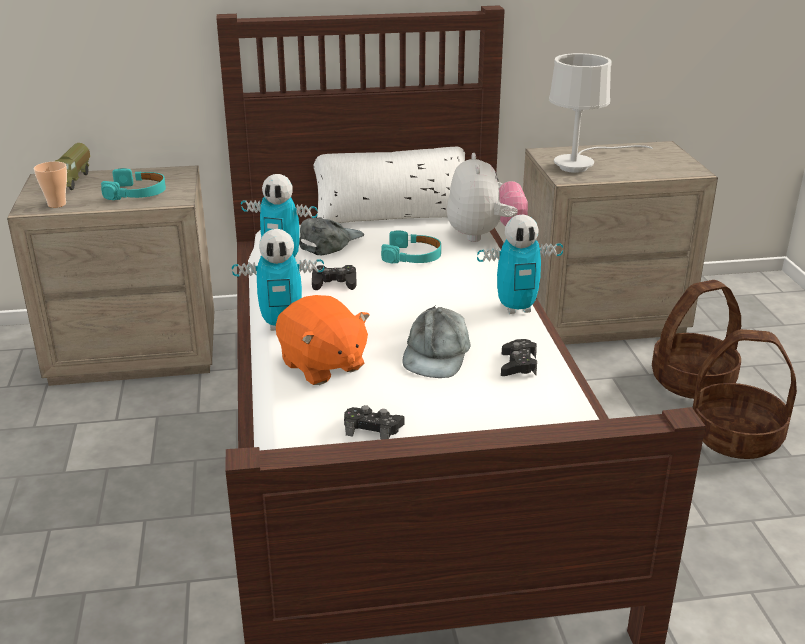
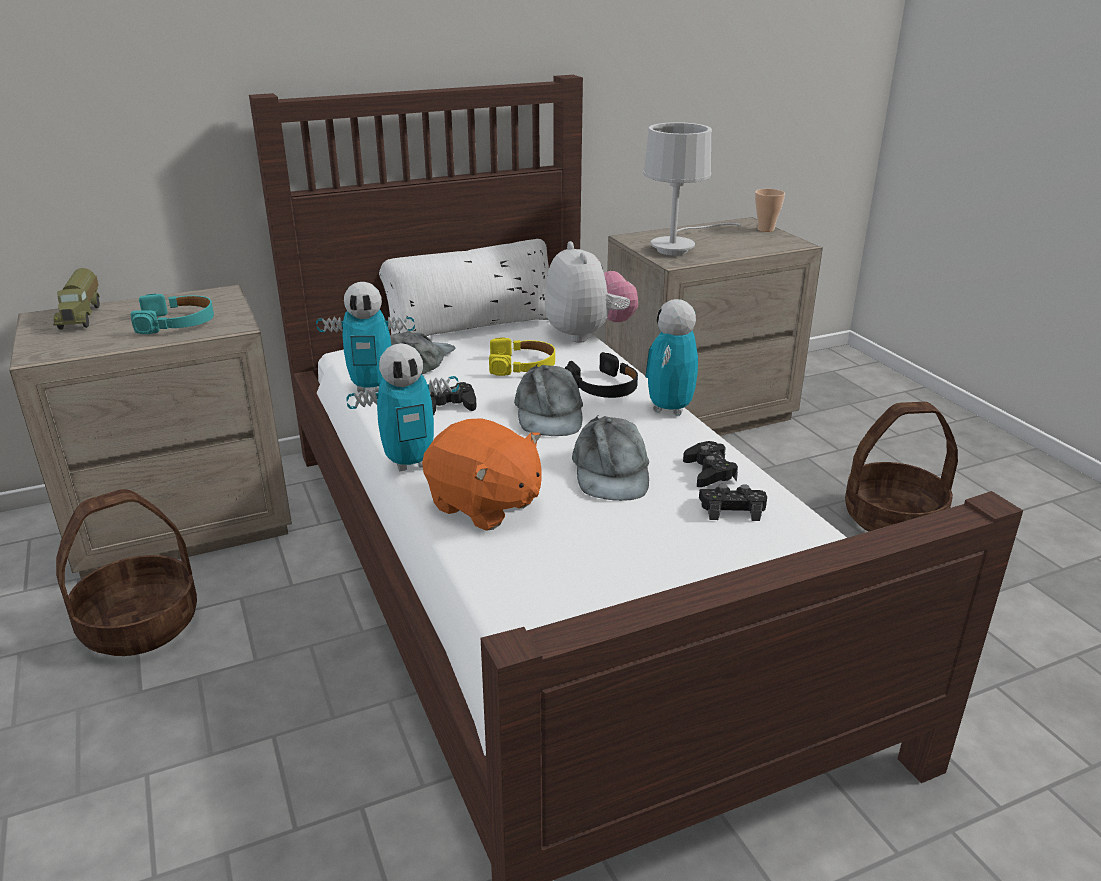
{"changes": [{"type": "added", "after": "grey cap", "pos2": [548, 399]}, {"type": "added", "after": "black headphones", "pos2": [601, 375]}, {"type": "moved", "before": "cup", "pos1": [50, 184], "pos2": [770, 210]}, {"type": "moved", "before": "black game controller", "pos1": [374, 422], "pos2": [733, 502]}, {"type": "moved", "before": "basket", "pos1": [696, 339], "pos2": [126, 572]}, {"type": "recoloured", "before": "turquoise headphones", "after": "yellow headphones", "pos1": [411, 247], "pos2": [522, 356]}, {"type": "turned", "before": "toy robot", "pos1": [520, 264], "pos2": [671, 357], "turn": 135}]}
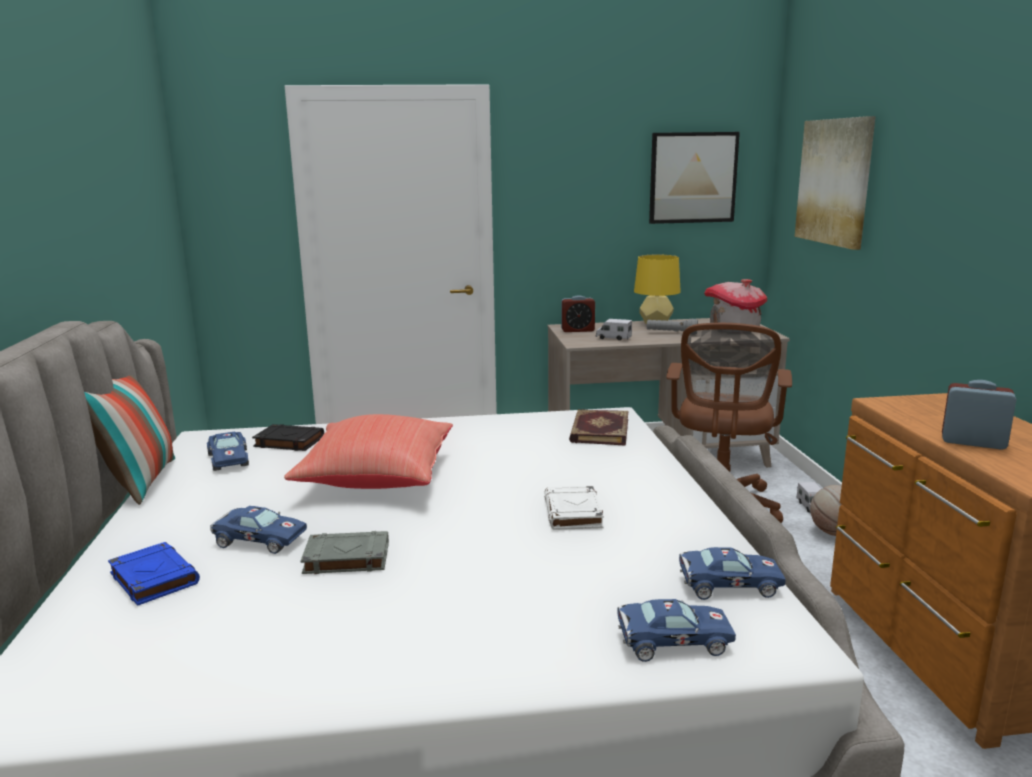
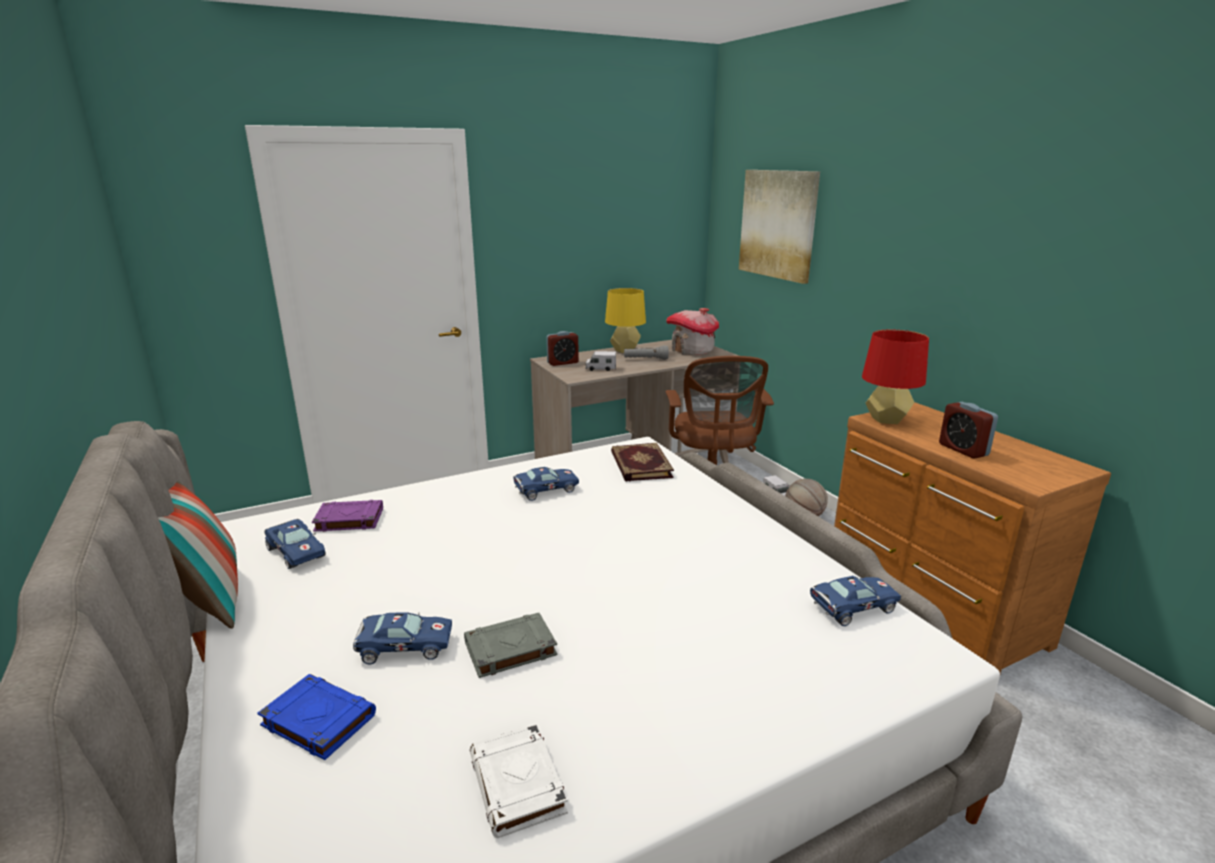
{"changes": [{"type": "removed", "before": "red pillow", "pos1": [368, 451]}, {"type": "removed", "before": "picture", "pos1": [694, 178]}, {"type": "added", "after": "red table lamp", "pos2": [895, 376]}, {"type": "moved", "before": "white book", "pos1": [574, 508], "pos2": [519, 781]}, {"type": "moved", "before": "blue toy car", "pos1": [676, 630], "pos2": [546, 484]}, {"type": "recoloured", "before": "black book", "after": "purple book", "pos1": [288, 437], "pos2": [347, 516]}, {"type": "turned", "before": "alarm clock", "pos1": [979, 415], "pos2": [968, 430], "turn": -120}]}
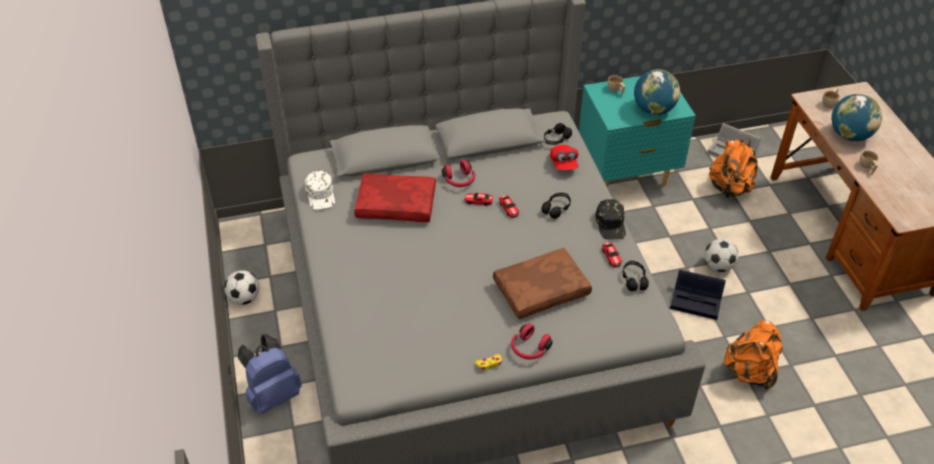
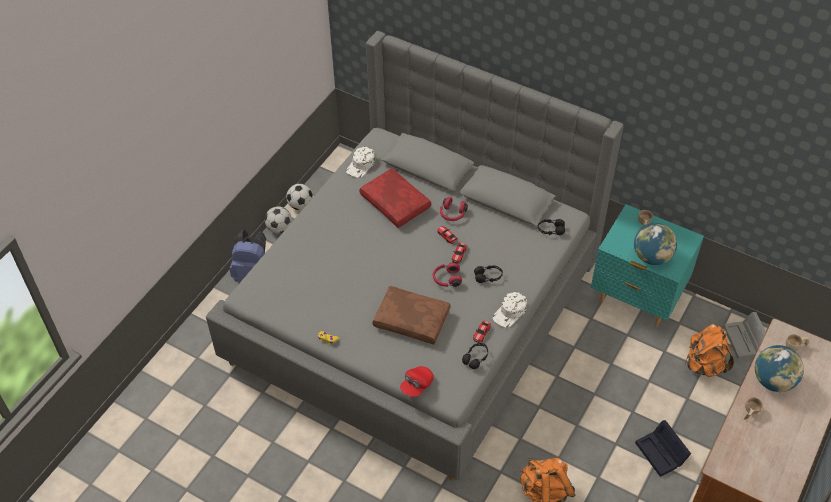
{"changes": [{"type": "moved", "before": "red headphones", "pos1": [532, 341], "pos2": [447, 274]}, {"type": "moved", "before": "red cap", "pos1": [564, 157], "pos2": [417, 381]}, {"type": "moved", "before": "black storage box", "pos1": [698, 295], "pos2": [663, 448]}, {"type": "moved", "before": "football", "pos1": [721, 255], "pos2": [278, 220]}, {"type": "recoloured", "before": "black cap", "after": "white cap", "pos1": [610, 219], "pos2": [510, 309]}]}
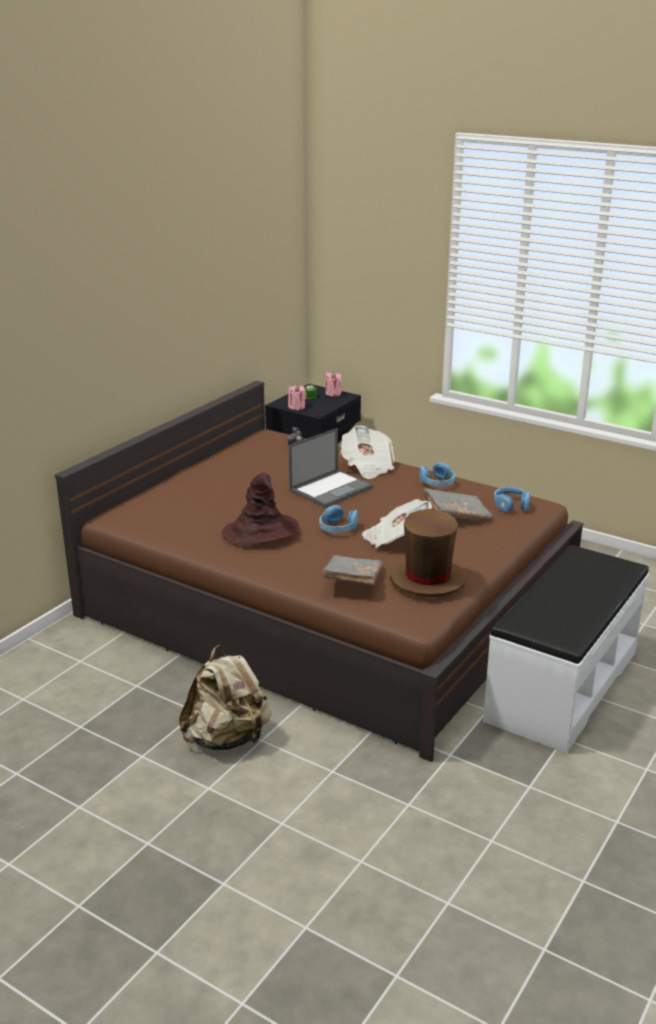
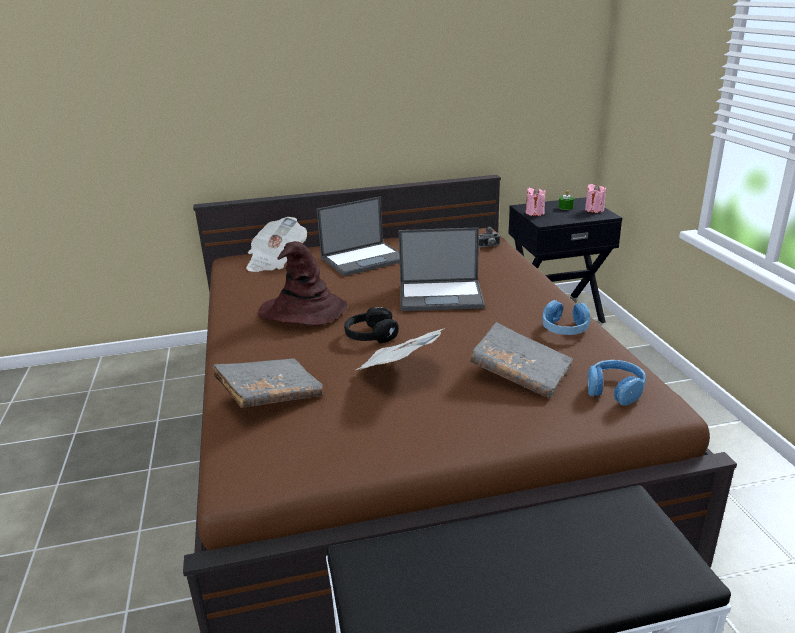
{"changes": [{"type": "removed", "before": "beige backpack", "pos1": [225, 697]}, {"type": "removed", "before": "brown hat", "pos1": [428, 553]}, {"type": "added", "after": "laptop", "pos2": [358, 236]}, {"type": "moved", "before": "newspaper", "pos1": [368, 452], "pos2": [276, 244]}, {"type": "recoloured", "before": "blue headphones", "after": "black headphones", "pos1": [338, 519], "pos2": [371, 325]}]}
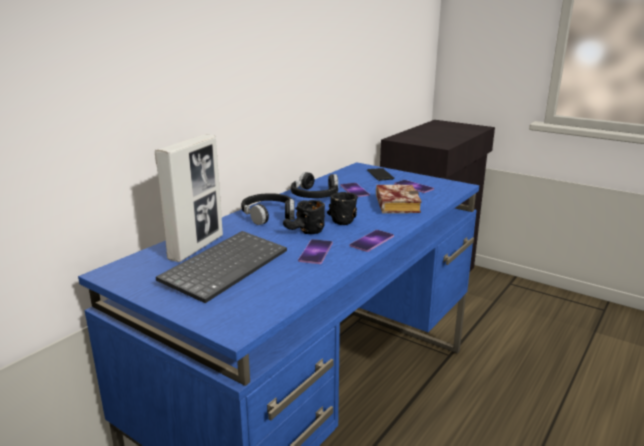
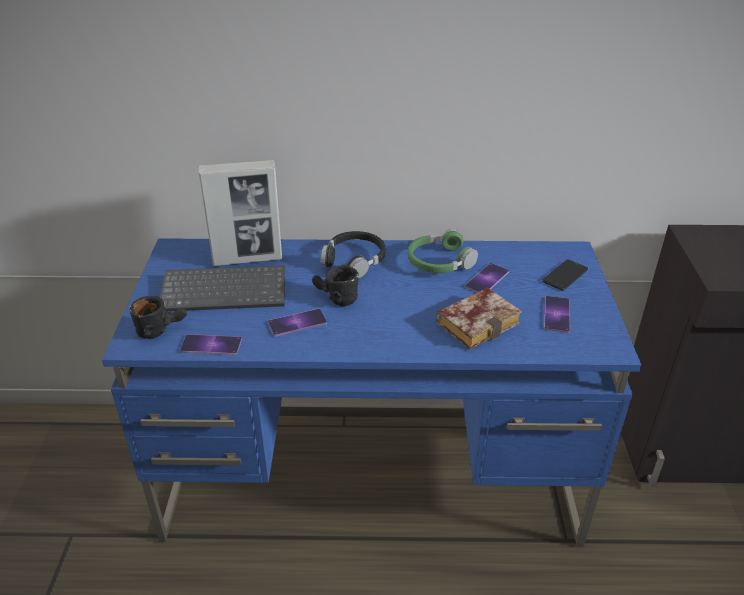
{"changes": [{"type": "moved", "before": "black mug", "pos1": [342, 208], "pos2": [158, 317]}, {"type": "moved", "before": "phone", "pos1": [371, 241], "pos2": [211, 344]}, {"type": "recoloured", "before": "black headphones", "after": "green headphones", "pos1": [314, 185], "pos2": [443, 251]}]}
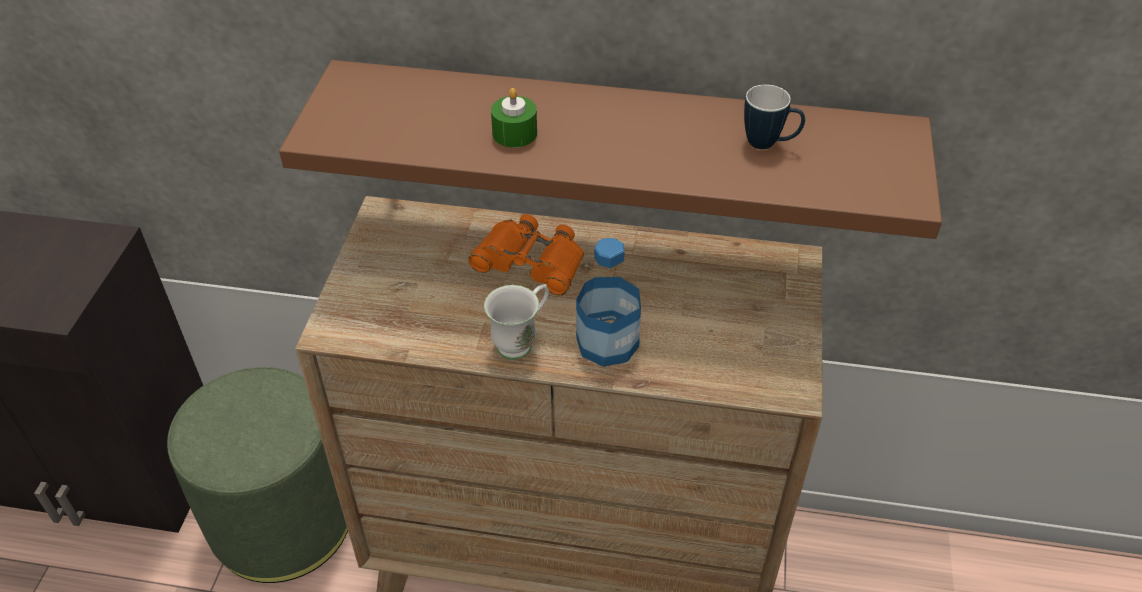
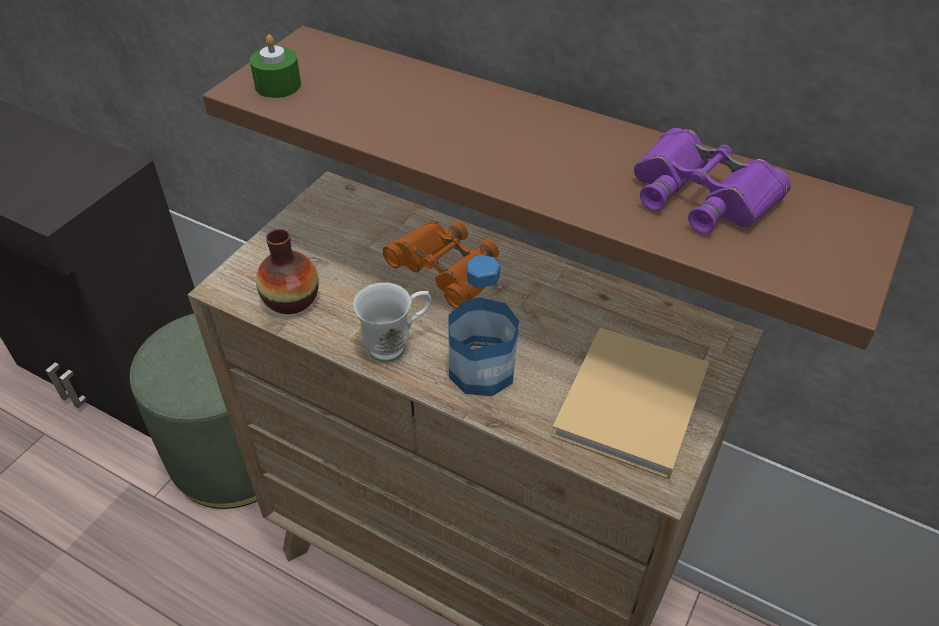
{"changes": [{"type": "added", "after": "vase", "pos2": [287, 271]}, {"type": "added", "after": "beige book", "pos2": [630, 403]}, {"type": "moved", "before": "green candle", "pos1": [514, 118], "pos2": [275, 66]}, {"type": "replaced", "before": "mug", "after": "purple binoculars", "pos1": [774, 117], "pos2": [712, 181]}]}
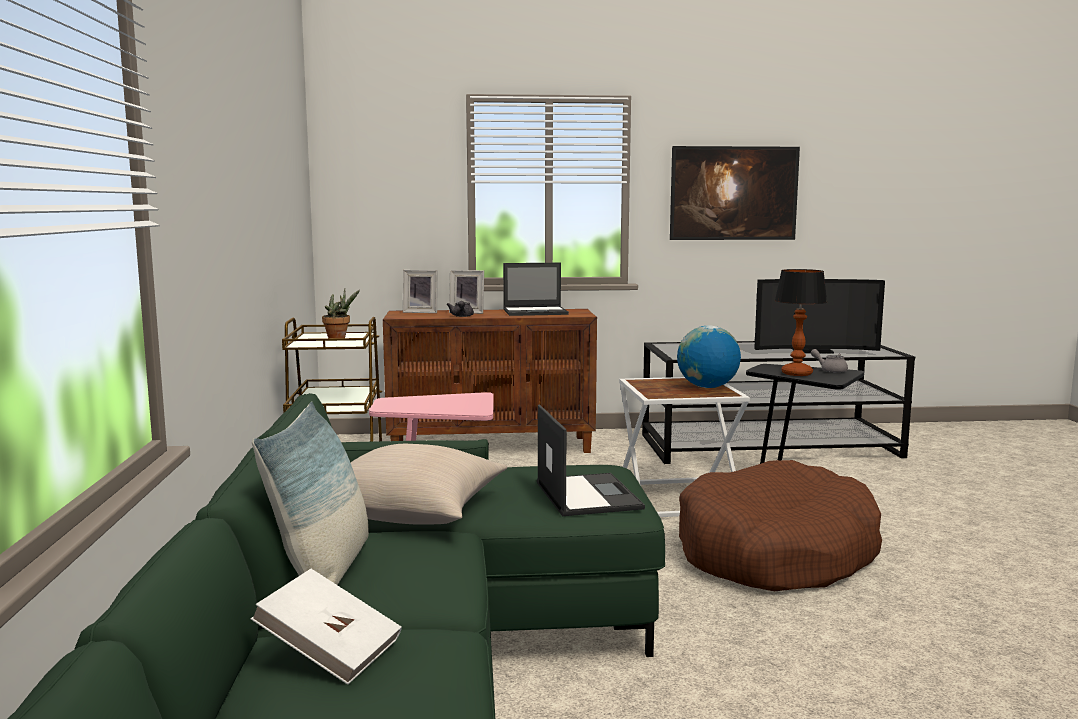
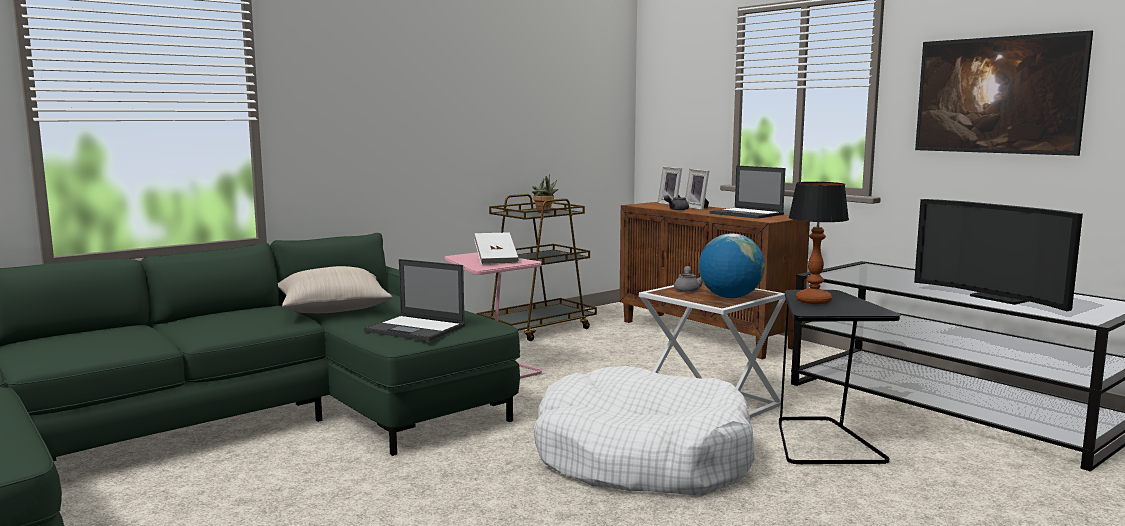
{"changes": [{"type": "removed", "before": "pillow", "pos1": [310, 493]}, {"type": "moved", "before": "white book", "pos1": [326, 627], "pos2": [496, 248]}, {"type": "moved", "before": "grey teapot", "pos1": [829, 361], "pos2": [688, 279]}, {"type": "recoloured", "before": "brown dog bed", "after": "white dog bed", "pos1": [780, 525], "pos2": [643, 431]}, {"type": "turned", "before": "laptop", "pos1": [591, 460], "pos2": [414, 300], "turn": 75}]}
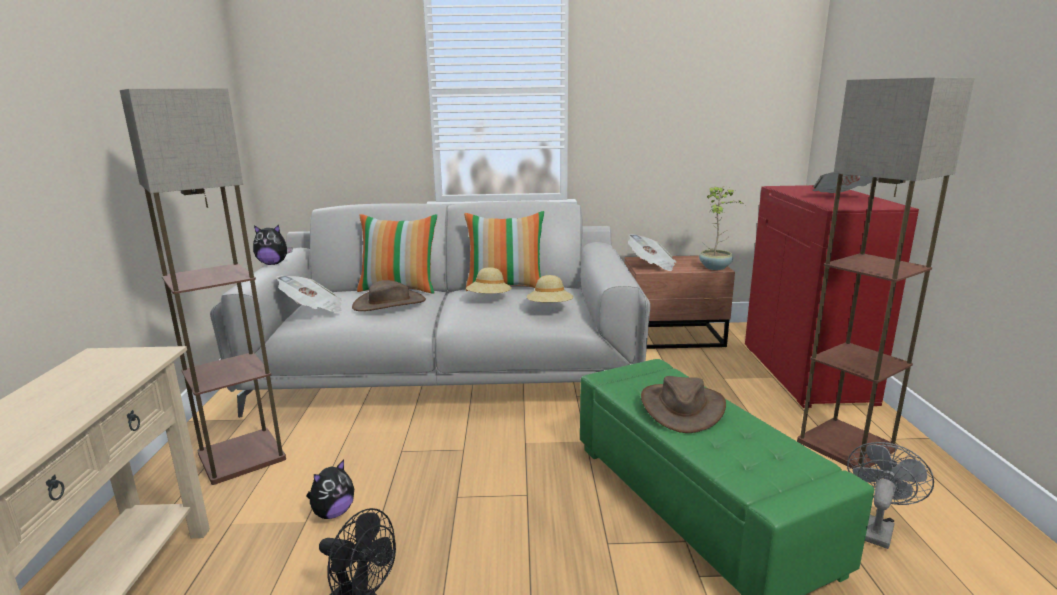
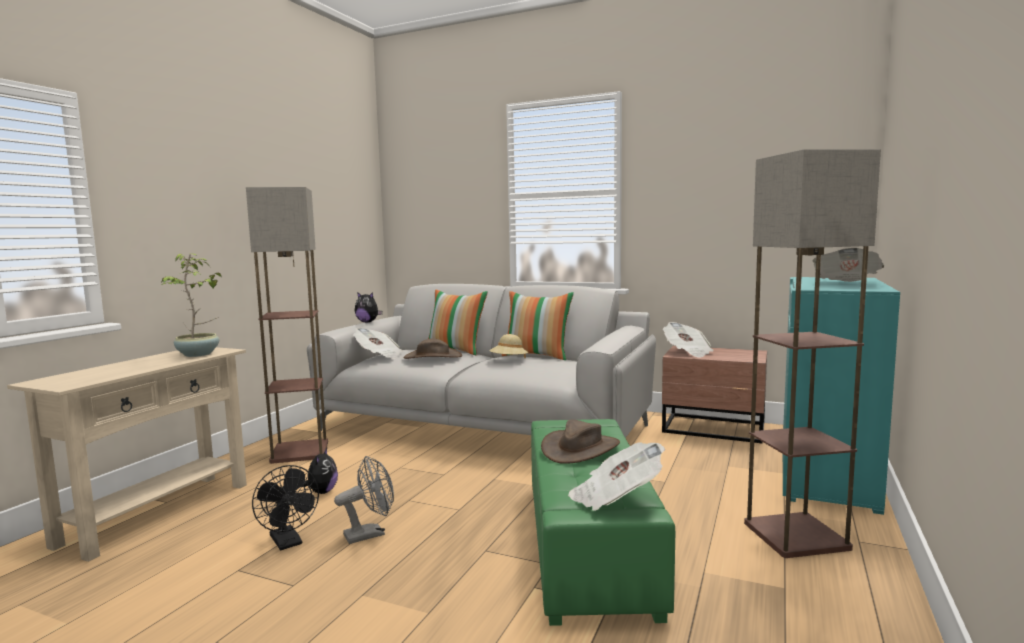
{"changes": [{"type": "removed", "before": "beige hat", "pos1": [549, 288]}, {"type": "added", "after": "newspaper", "pos2": [616, 476]}, {"type": "moved", "before": "potted plant", "pos1": [722, 228], "pos2": [191, 305]}, {"type": "moved", "before": "grey fan", "pos1": [890, 495], "pos2": [364, 500]}, {"type": "recoloured", "before": "red cabinet", "after": "turquoise cabinet", "pos1": [832, 296], "pos2": [841, 396]}, {"type": "turned", "before": "plush toy", "pos1": [330, 489], "pos2": [319, 471], "turn": -60}]}
